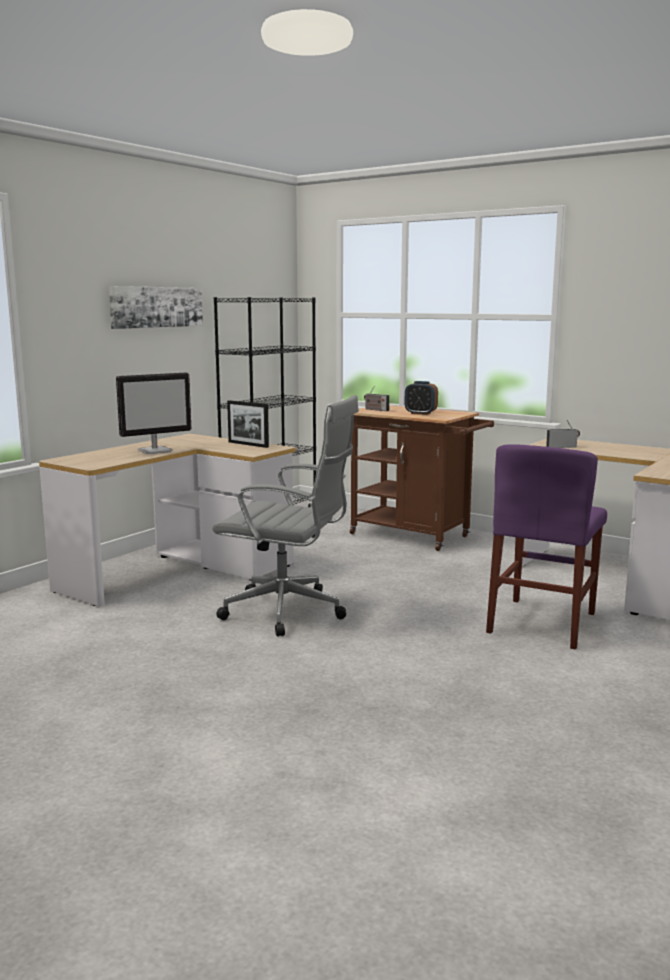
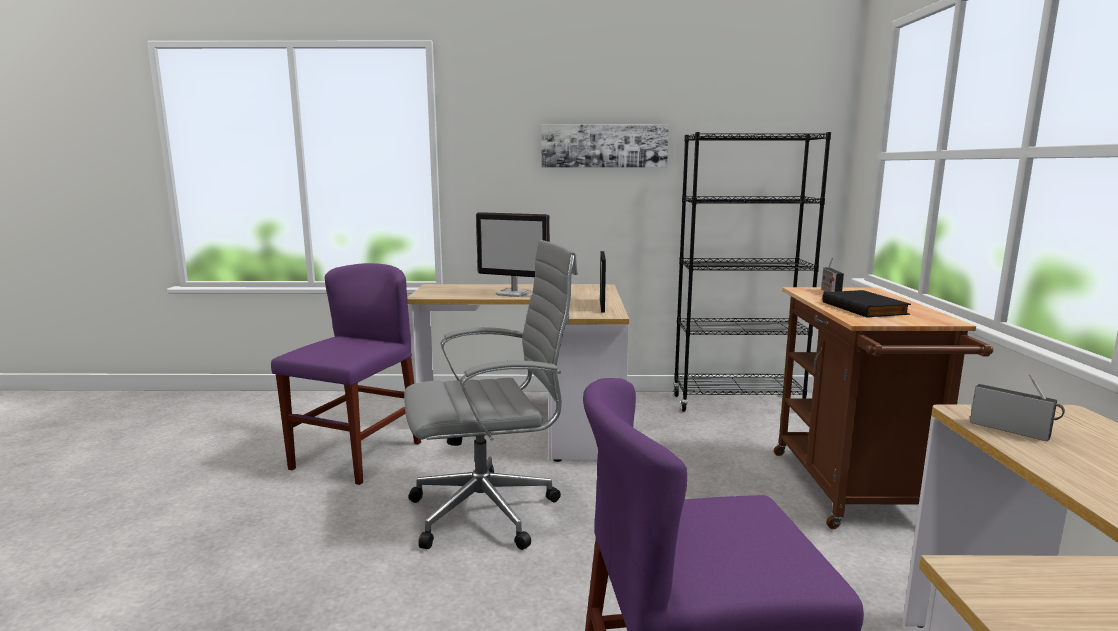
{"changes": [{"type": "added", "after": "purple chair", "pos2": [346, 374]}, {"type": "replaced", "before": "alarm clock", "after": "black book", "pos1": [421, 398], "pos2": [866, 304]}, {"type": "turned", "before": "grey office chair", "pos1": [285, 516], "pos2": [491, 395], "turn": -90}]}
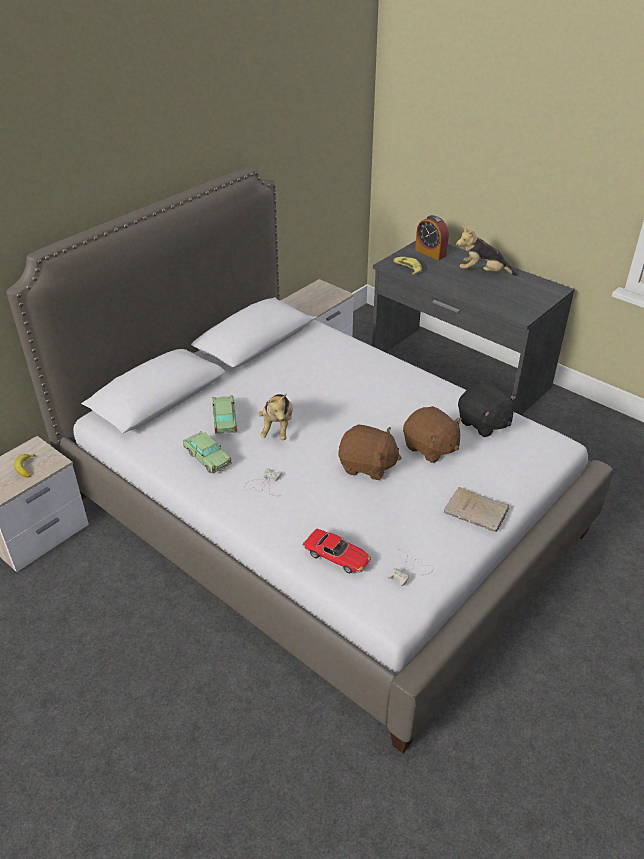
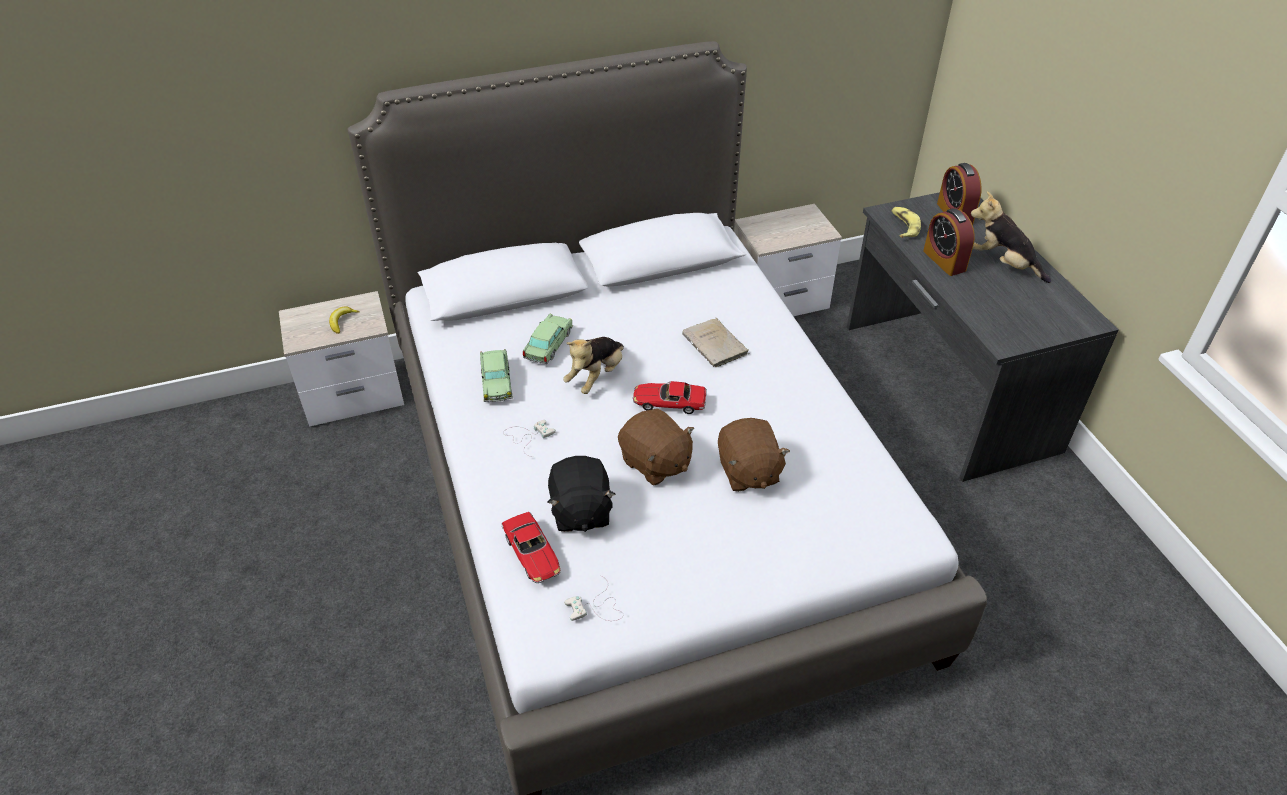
{"changes": [{"type": "added", "after": "toy car", "pos2": [670, 397]}, {"type": "added", "after": "alarm clock", "pos2": [949, 242]}, {"type": "moved", "before": "beige book", "pos1": [476, 509], "pos2": [716, 342]}, {"type": "moved", "before": "black plush toy", "pos1": [487, 410], "pos2": [581, 494]}]}
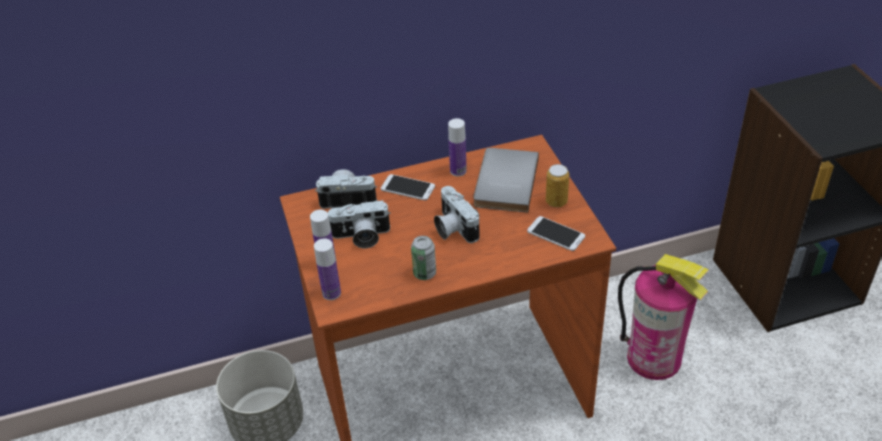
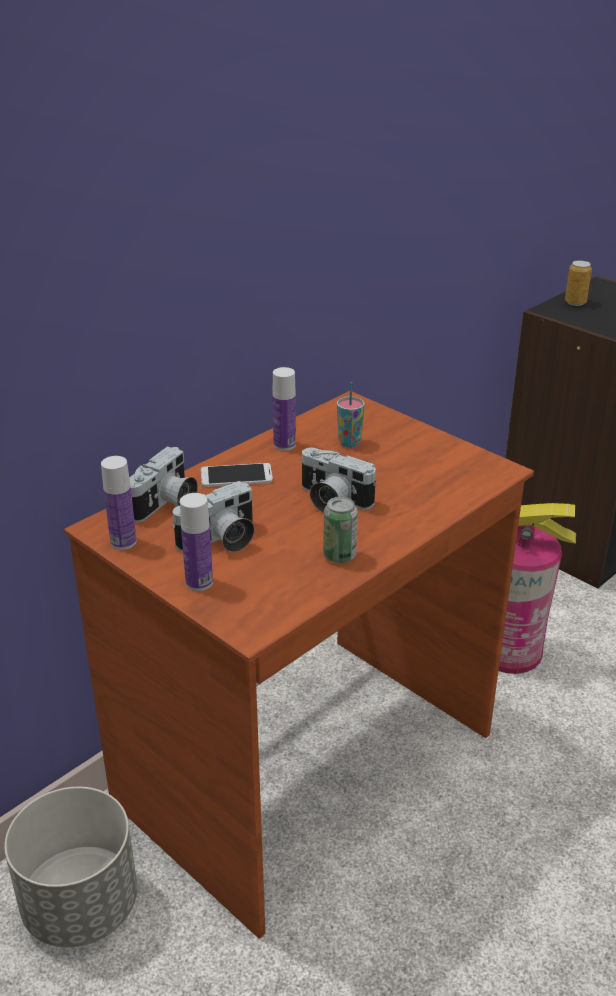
{"changes": [{"type": "removed", "before": "phone", "pos1": [556, 233]}, {"type": "moved", "before": "bottle", "pos1": [327, 269], "pos2": [119, 503]}, {"type": "moved", "before": "can", "pos1": [557, 185], "pos2": [578, 283]}, {"type": "replaced", "before": "grey book", "after": "cup", "pos1": [506, 180], "pos2": [351, 414]}, {"type": "turned", "before": "photo camera", "pos1": [346, 189], "pos2": [163, 485], "turn": 150}]}
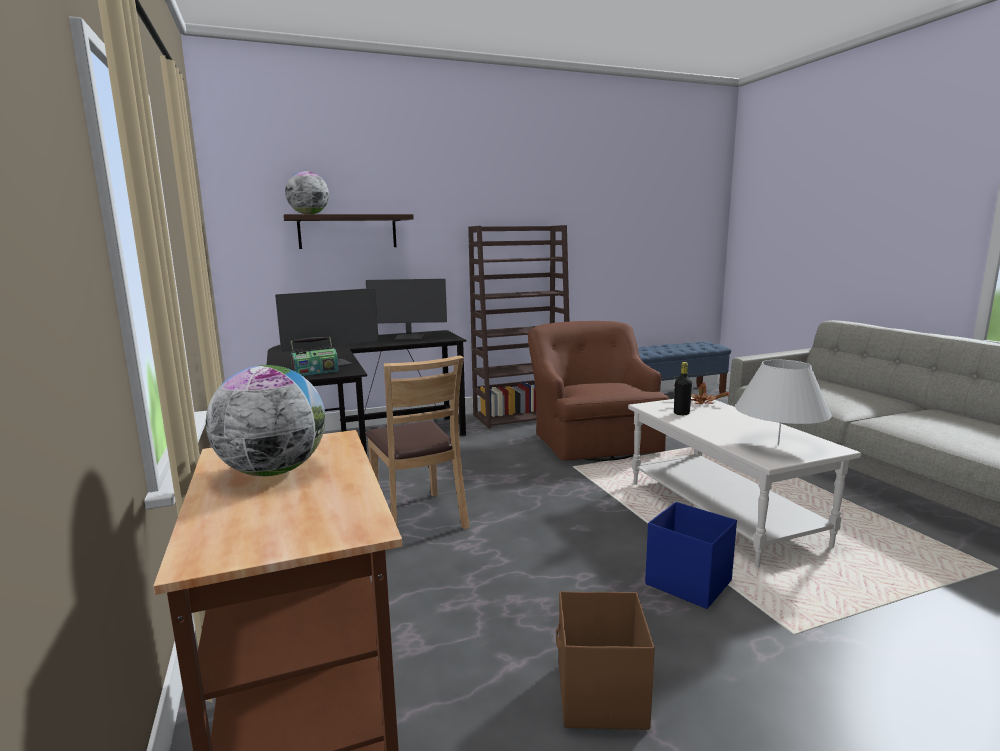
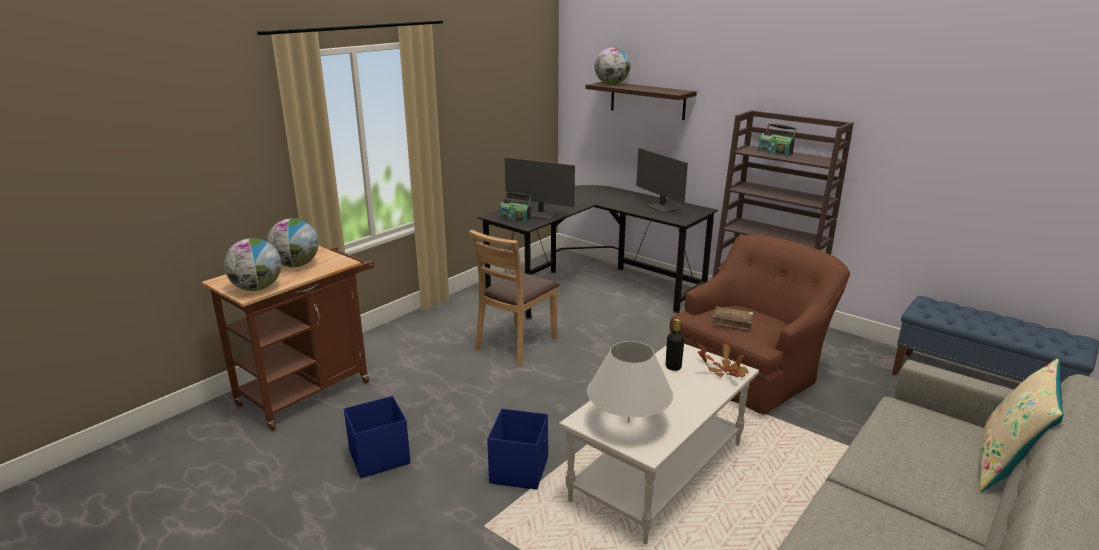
{"changes": [{"type": "added", "after": "globe", "pos2": [252, 264]}, {"type": "added", "after": "brown book", "pos2": [732, 319]}, {"type": "added", "after": "radio", "pos2": [777, 140]}, {"type": "added", "after": "beige pillow", "pos2": [1021, 425]}, {"type": "recoloured", "before": "brown storage box", "after": "blue storage box", "pos1": [605, 660], "pos2": [377, 437]}]}
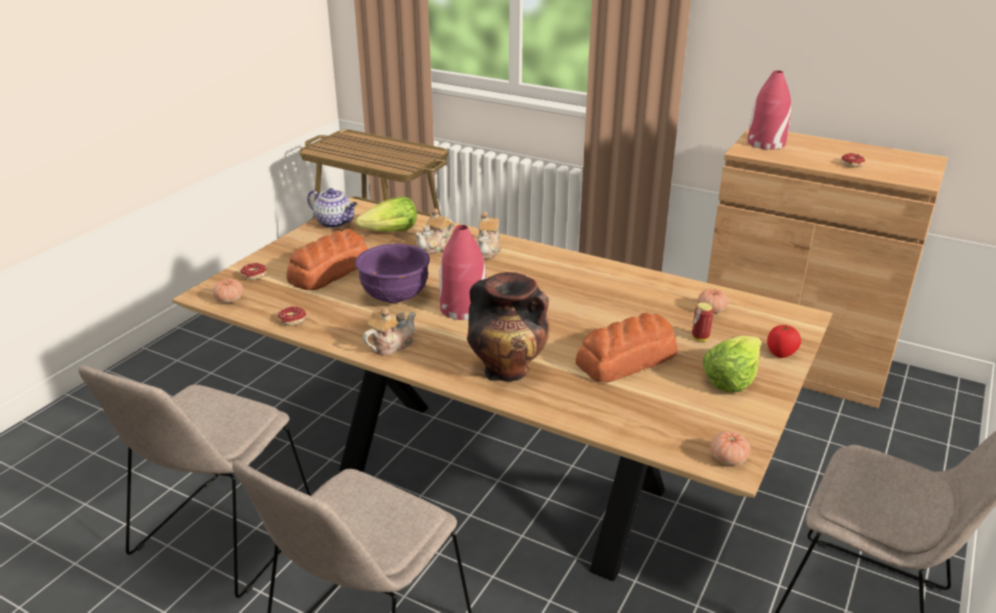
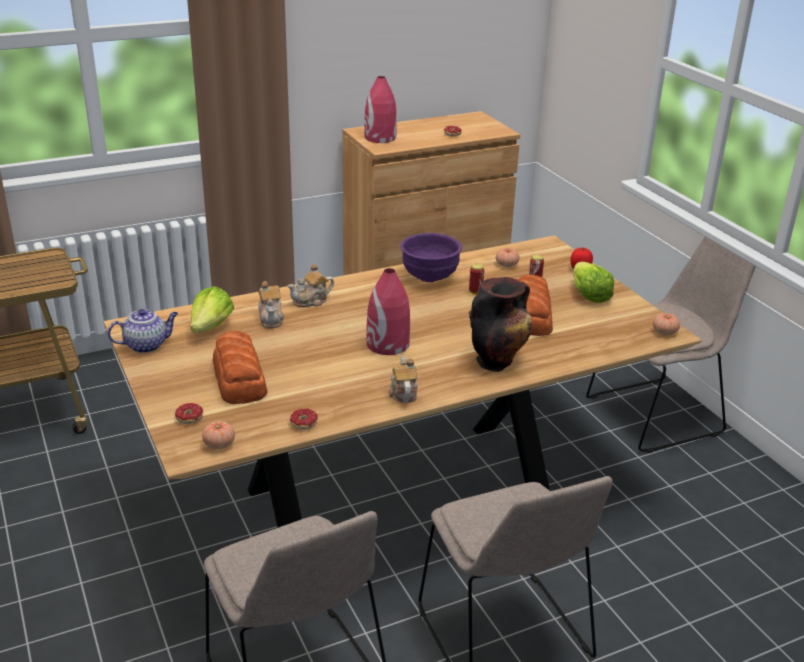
{"changes": [{"type": "added", "after": "can", "pos2": [476, 279]}, {"type": "moved", "before": "purple bowl", "pos1": [392, 273], "pos2": [431, 257]}, {"type": "turned", "before": "teapot", "pos1": [489, 235], "pos2": [310, 285], "turn": 105}]}
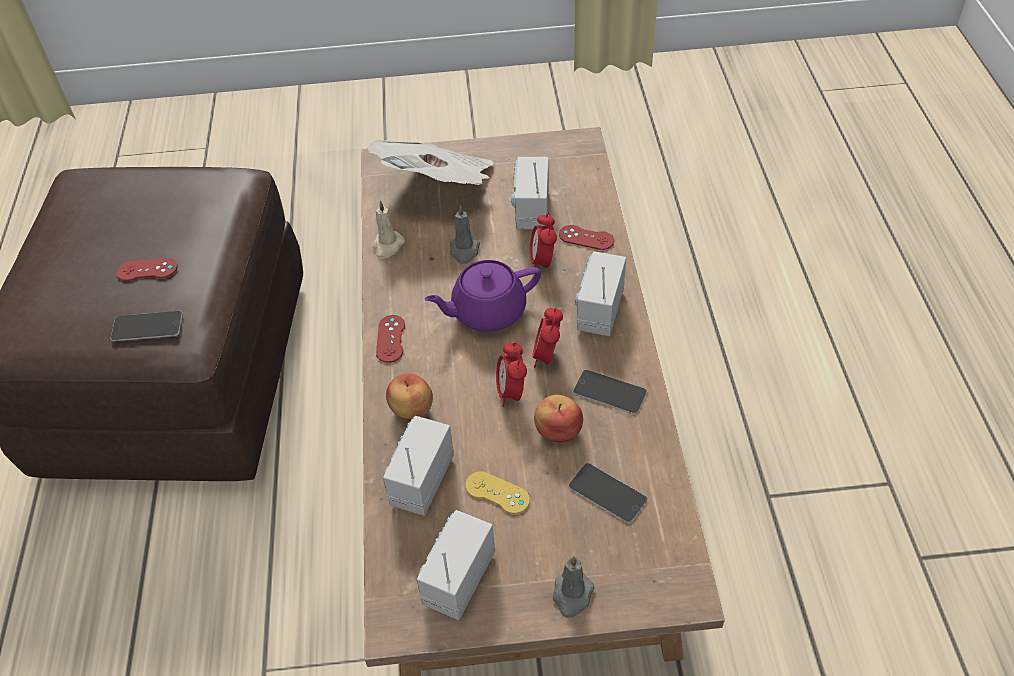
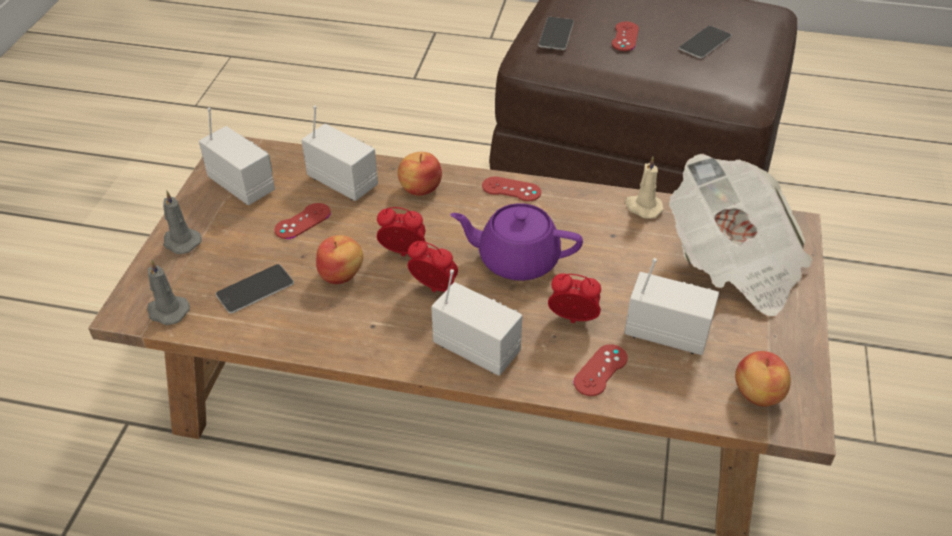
{"changes": [{"type": "added", "after": "apple", "pos2": [763, 379]}, {"type": "moved", "before": "grey candle", "pos1": [465, 234], "pos2": [168, 292]}, {"type": "moved", "before": "phone", "pos1": [610, 392], "pos2": [705, 42]}, {"type": "recoloured", "before": "yellow game controller", "after": "red game controller", "pos1": [497, 492], "pos2": [302, 221]}, {"type": "turned", "before": "purple teapot", "pos1": [482, 296], "pos2": [516, 242], "turn": -75}]}
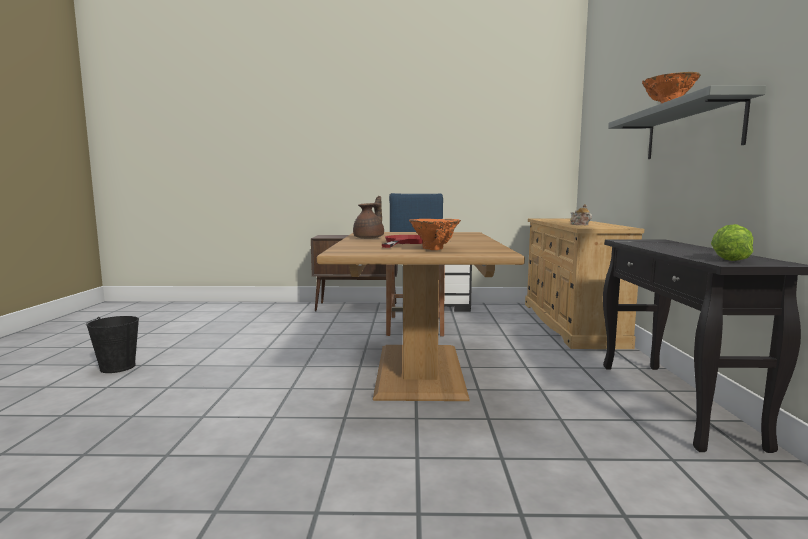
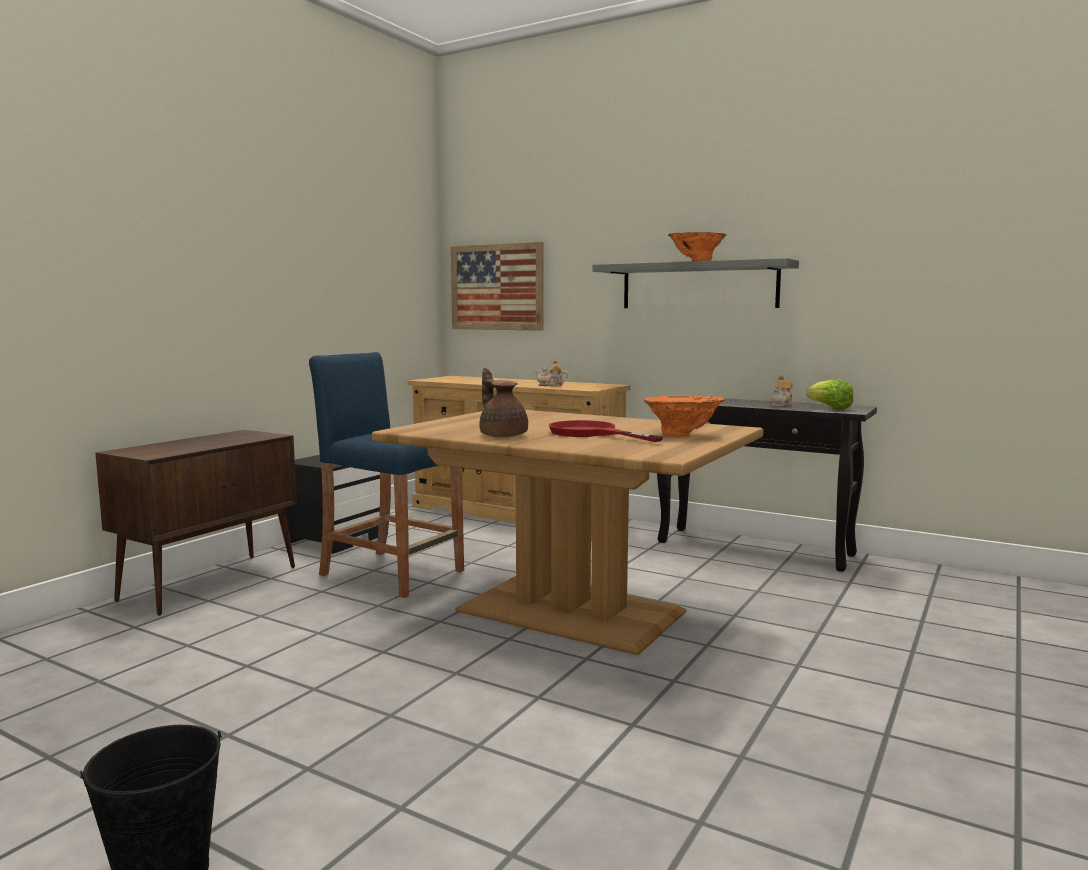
{"changes": [{"type": "added", "after": "picture", "pos2": [497, 286]}, {"type": "added", "after": "teapot", "pos2": [782, 391]}]}
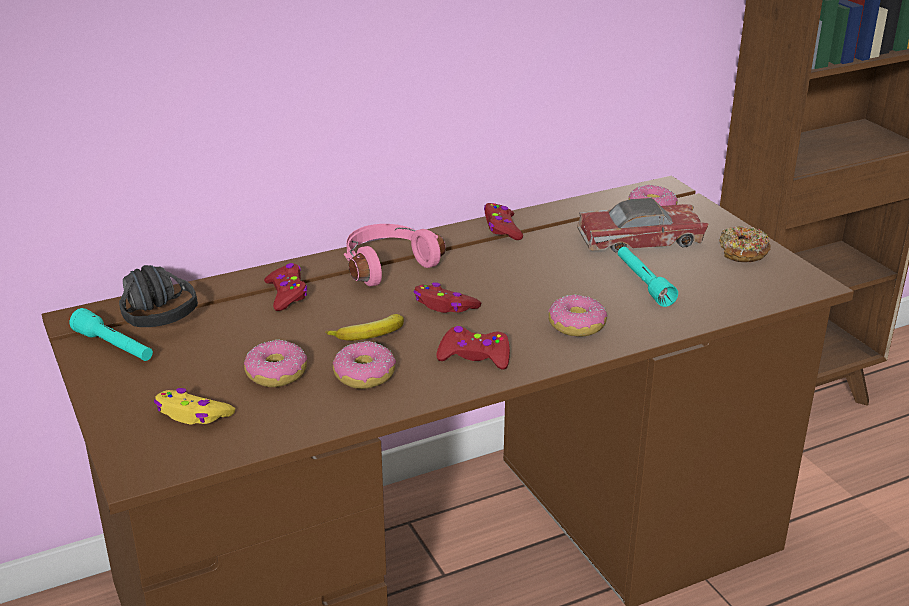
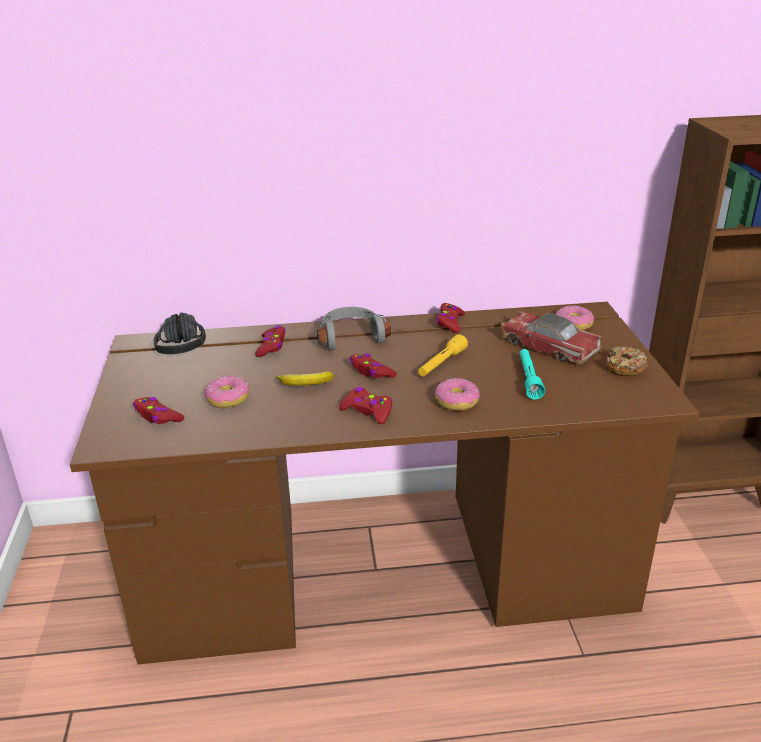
{"changes": [{"type": "removed", "before": "turquoise flashlight", "pos1": [111, 334]}, {"type": "removed", "before": "donut", "pos1": [364, 365]}, {"type": "added", "after": "yellow flashlight", "pos2": [443, 355]}, {"type": "recoloured", "before": "yellow game controller", "after": "red game controller", "pos1": [194, 406], "pos2": [158, 410]}, {"type": "recoloured", "before": "pink headphones", "after": "grey headphones", "pos1": [395, 255], "pos2": [354, 328]}, {"type": "turned", "before": "toy car", "pos1": [643, 225], "pos2": [551, 337], "turn": -150}]}
